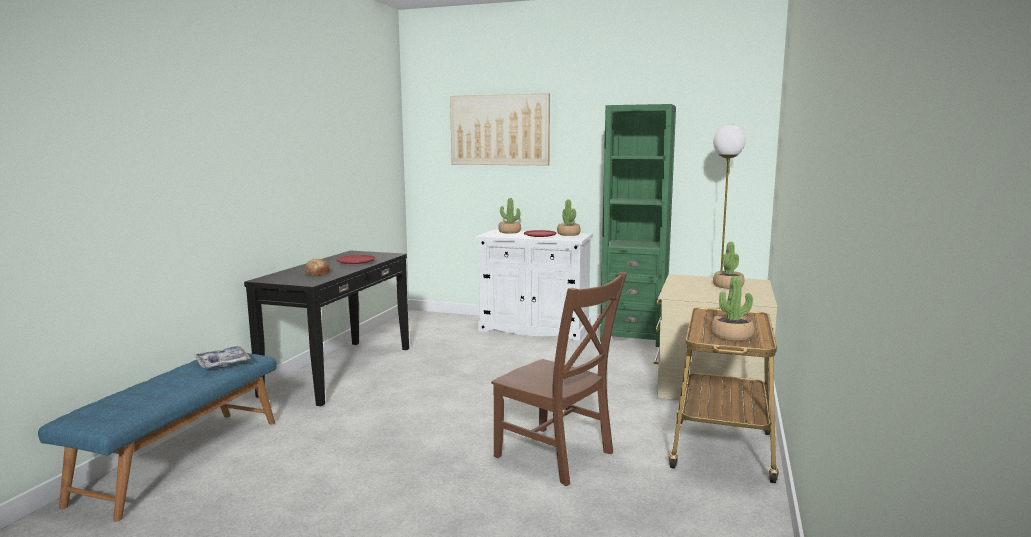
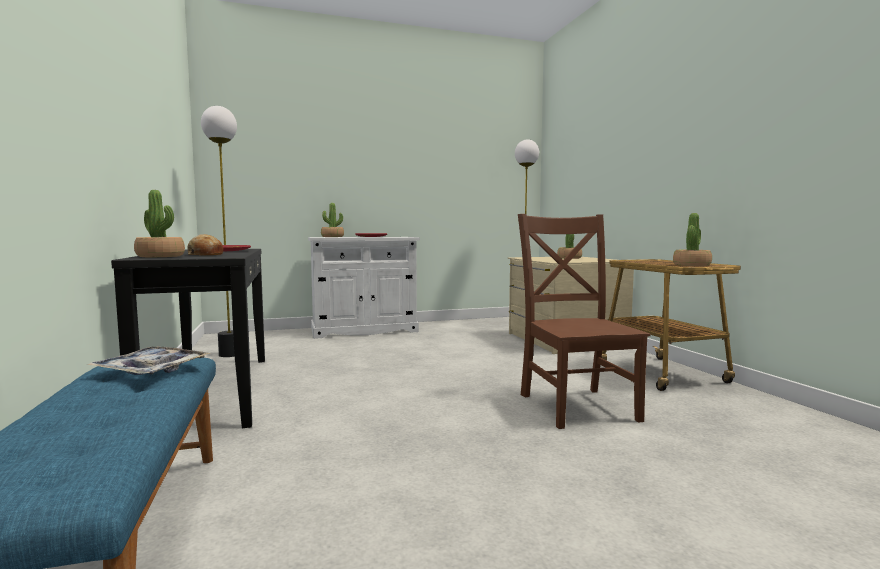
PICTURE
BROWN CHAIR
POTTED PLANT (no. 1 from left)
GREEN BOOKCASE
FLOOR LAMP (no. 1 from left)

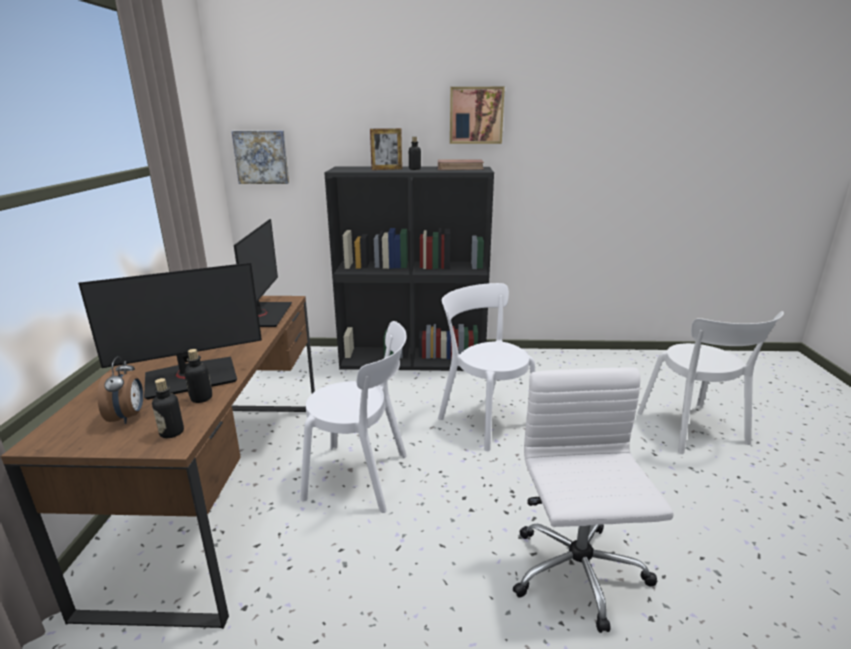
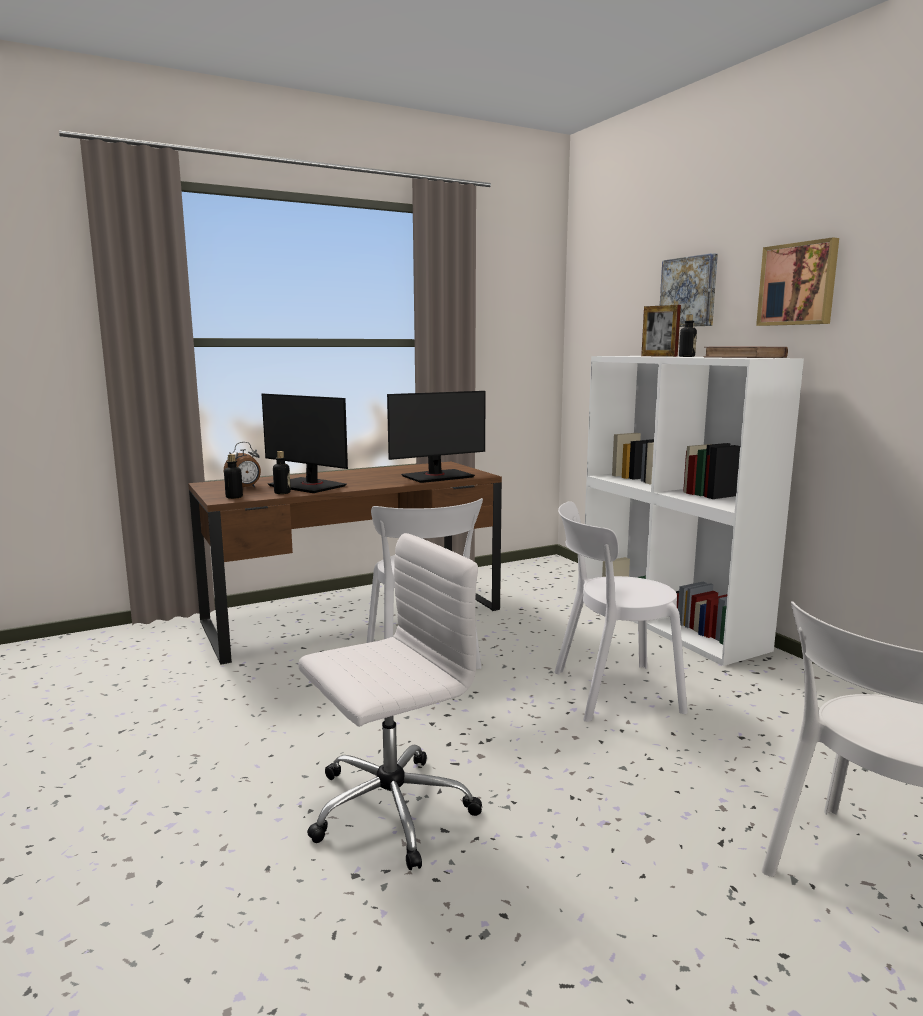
PICTURE (no. 1 from left)
WHITE BOOKCASE
WHITE CHAIR (no. 2 from left)

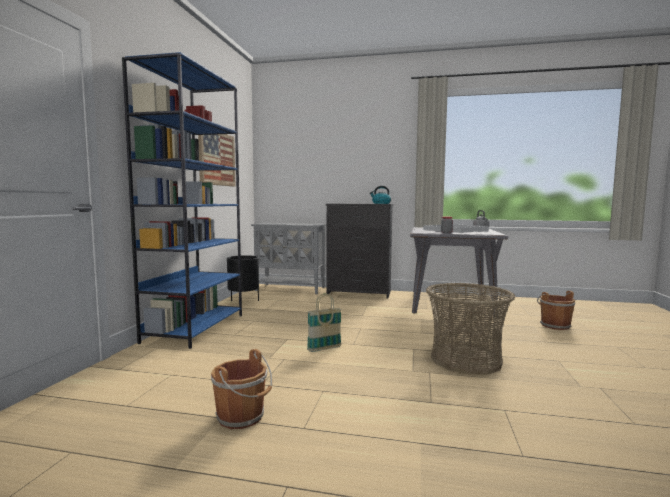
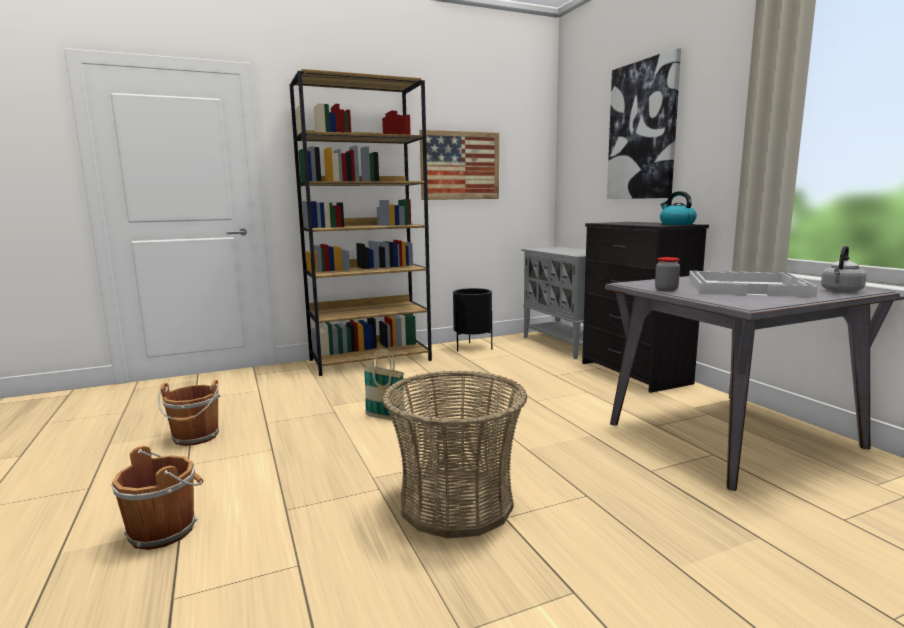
BROWN BOOKCASE
BROWN BUCKET (no. 1 from left)
PICTURE (no. 2 from left)

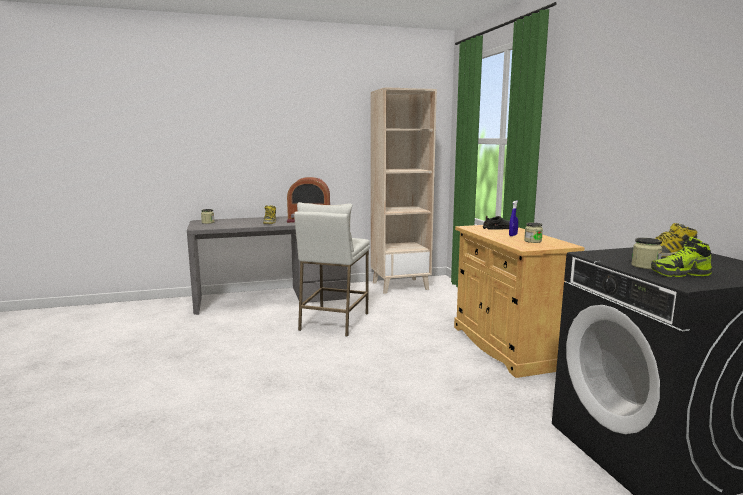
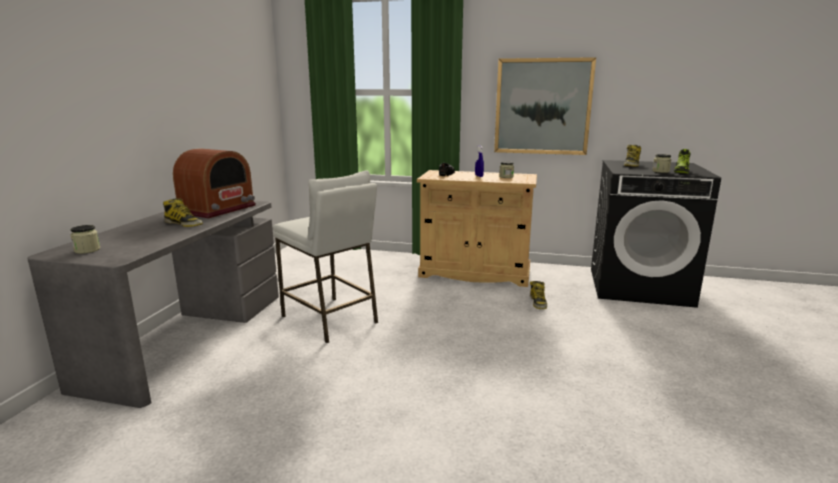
BEIGE BOOKCASE
PICTURE
BOOT (no. 2 from left)

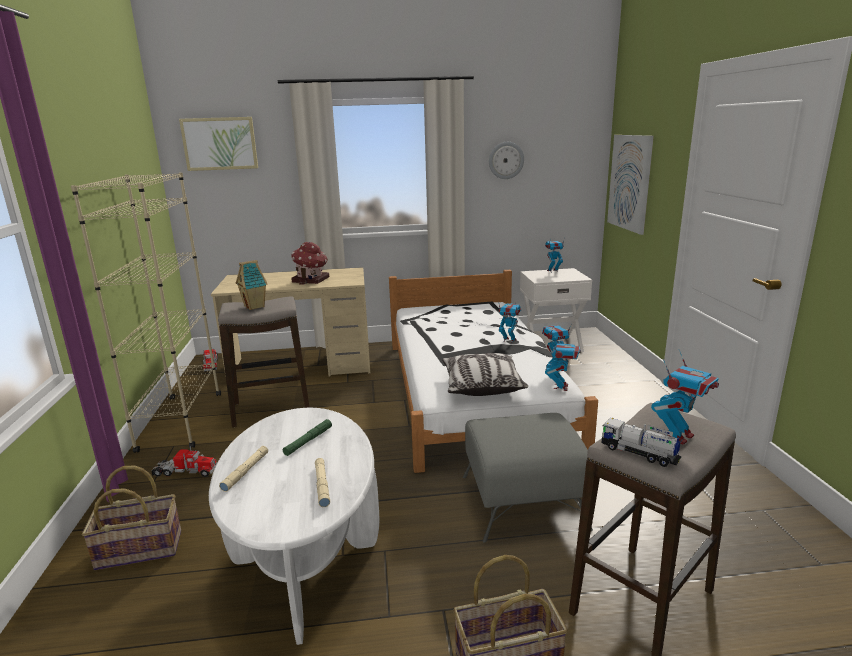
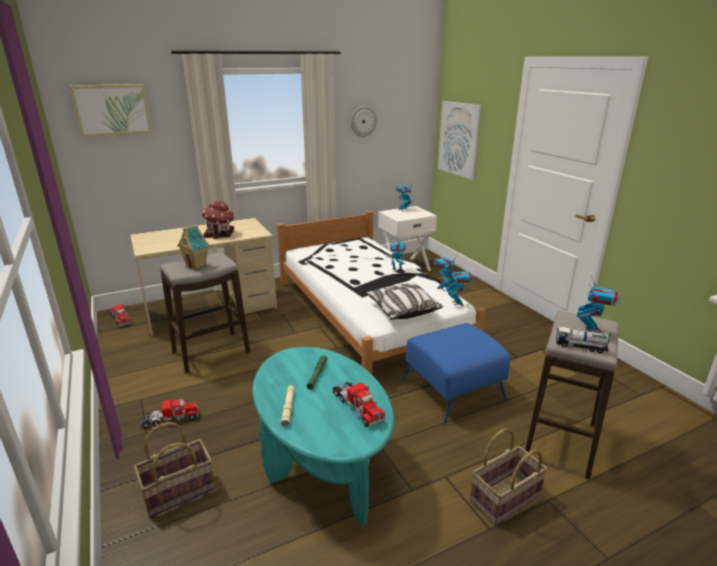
BEIGE BOOKCASE
TURQUOISE COFFEE TABLE
TOY TRUCK (no. 3 from left)
BLUE OTTOMAN

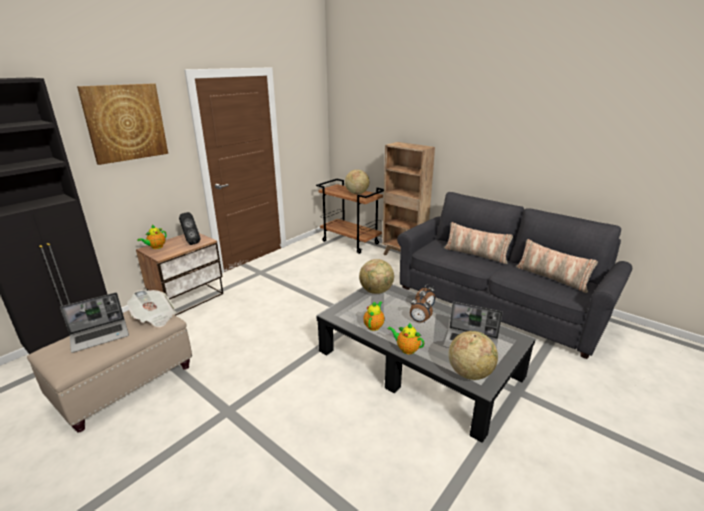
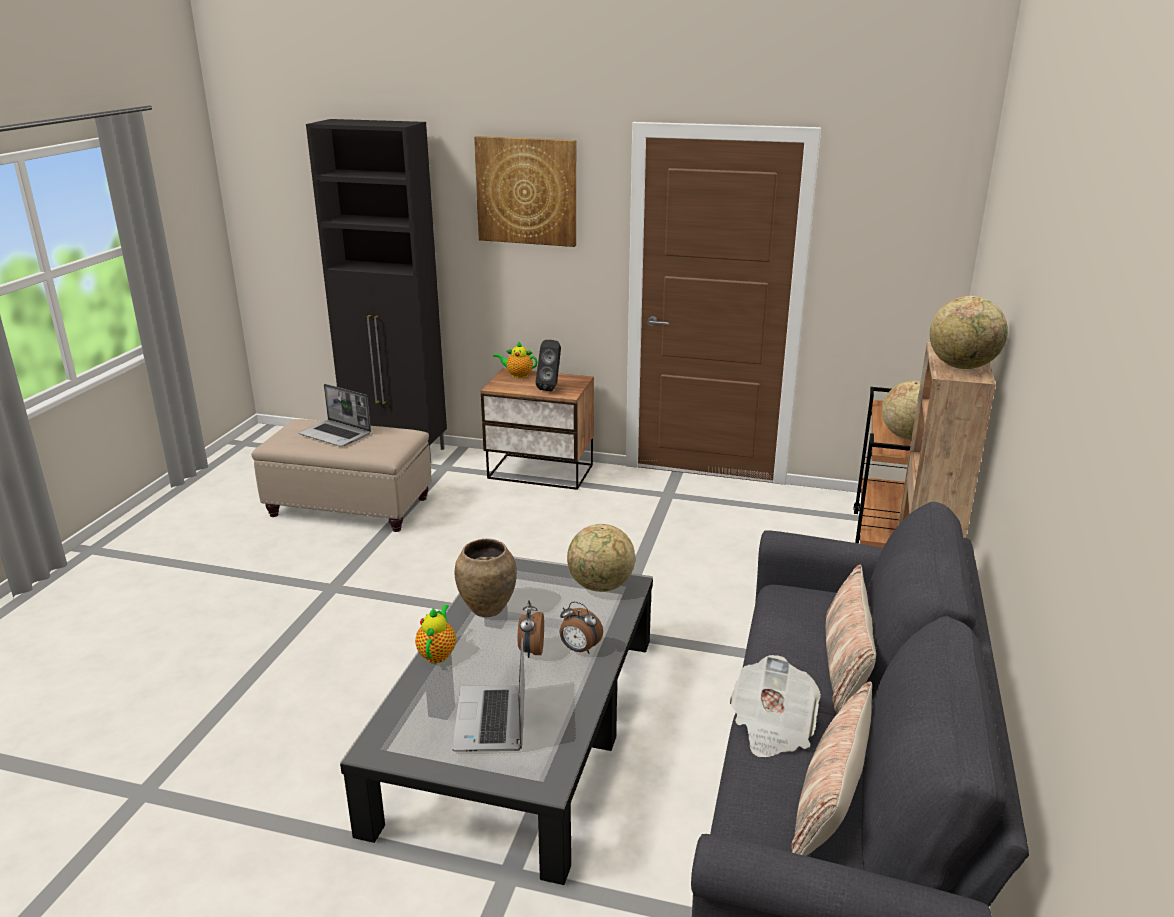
NEWSPAPER
BROWN VASE
GLOBE (no. 3 from left)

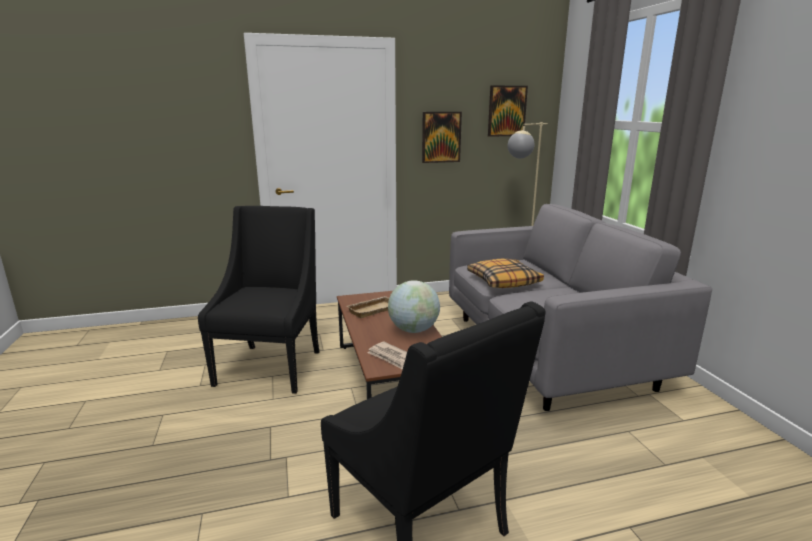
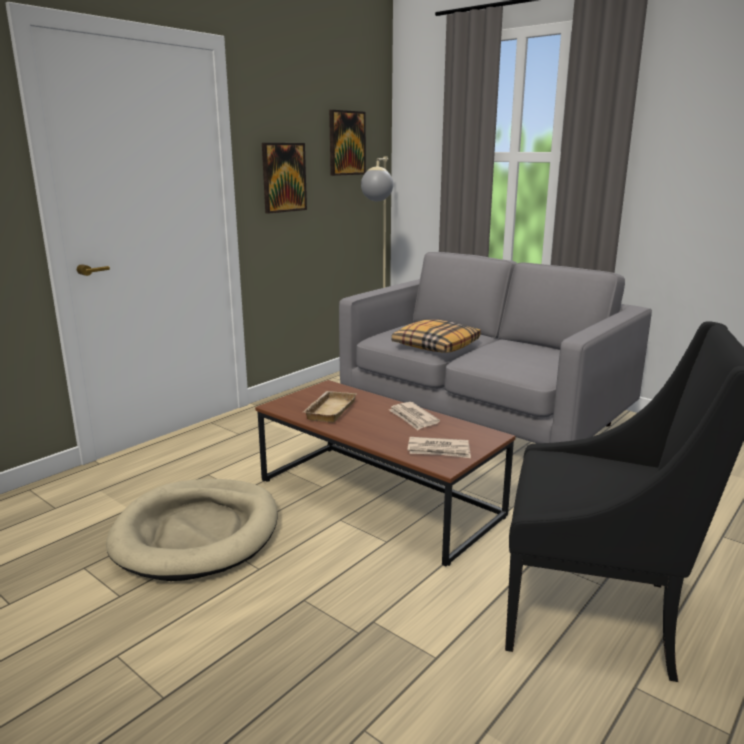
BEIGE DOG BED
NEWSPAPER (no. 1 from left)

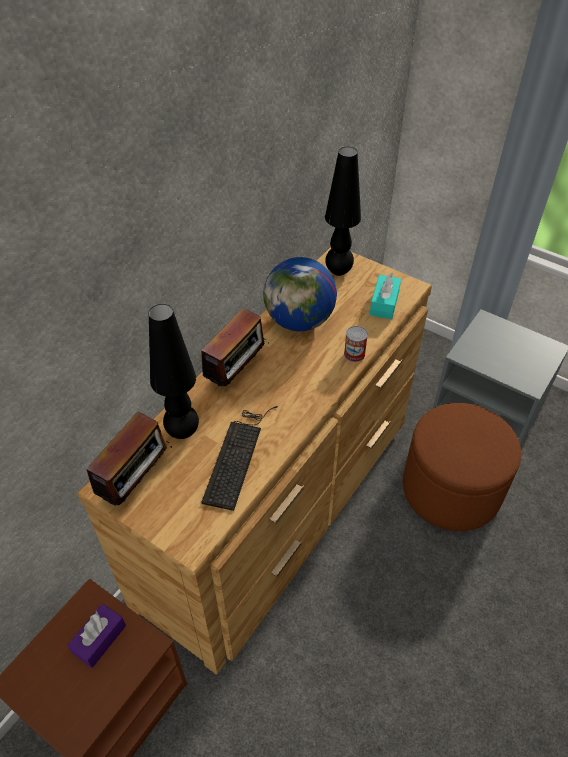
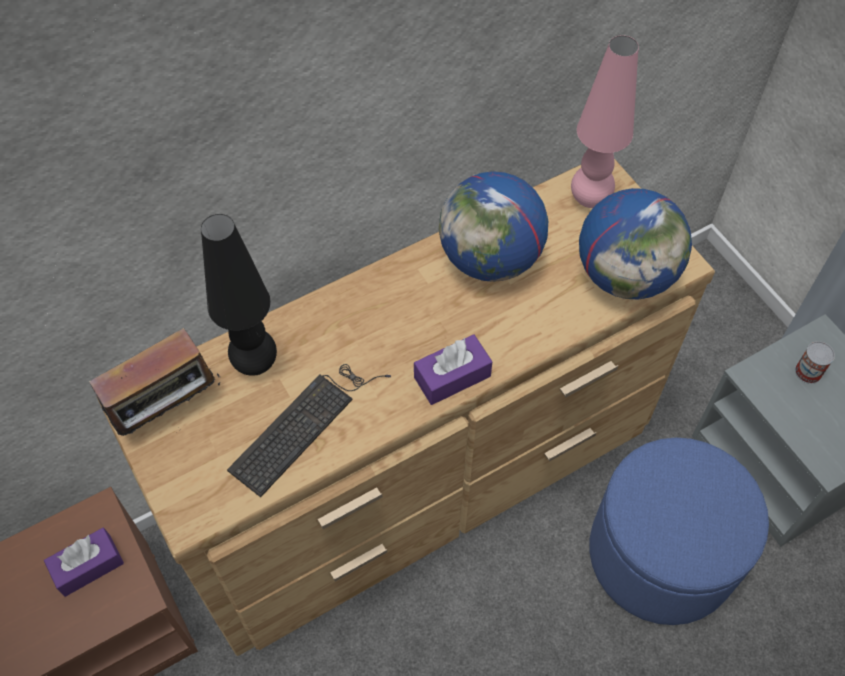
RADIO (no. 2 from left in the first image)
PINK TABLE LAMP
CAN
GLOBE (no. 2 from left)
BLUE OTTOMAN
PURPLE TISSUE BOX (no. 2 from left)

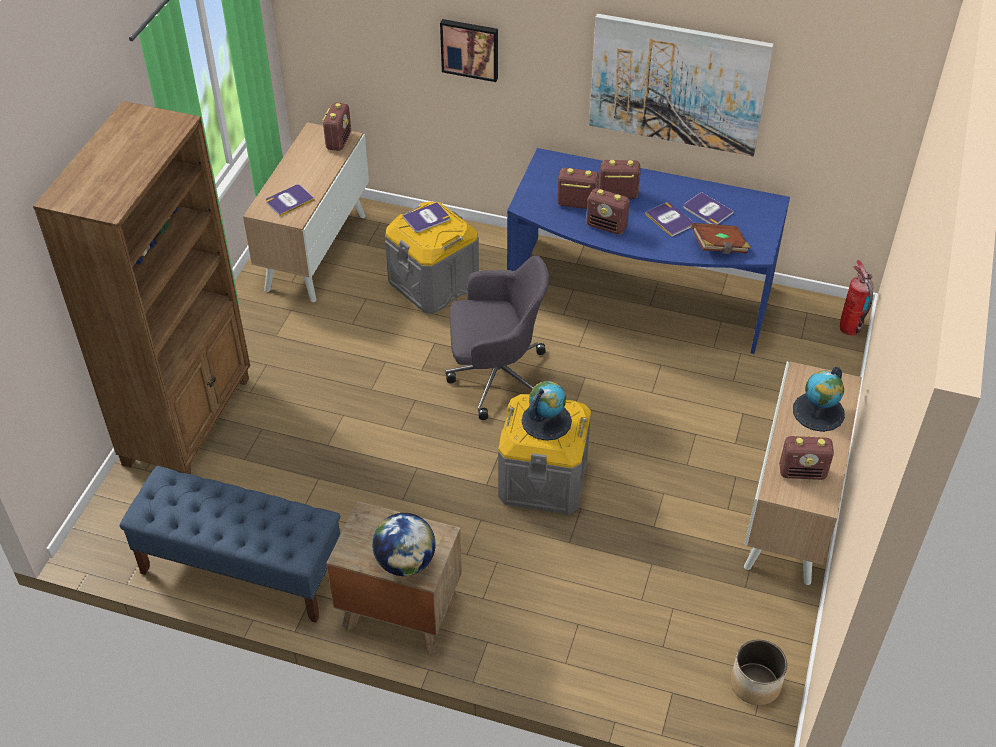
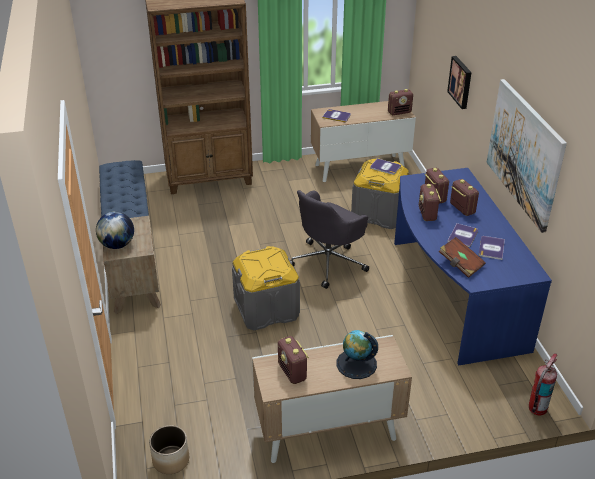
GREY OFFICE CHAIR
GLOBE (no. 2 from left in the first image)

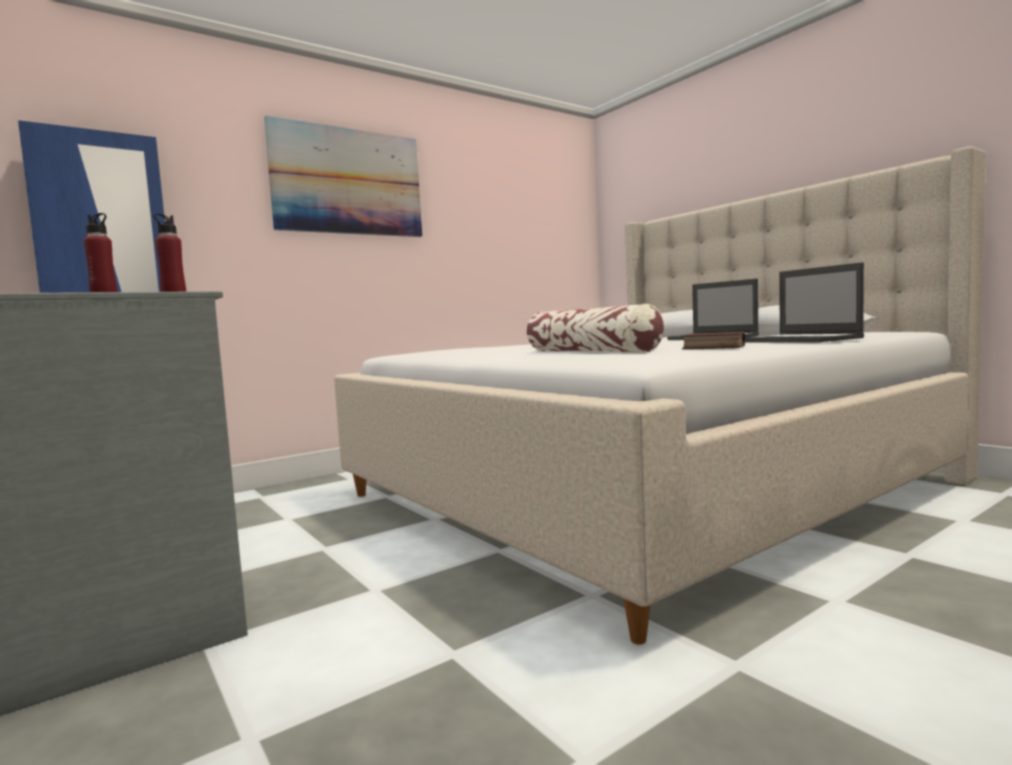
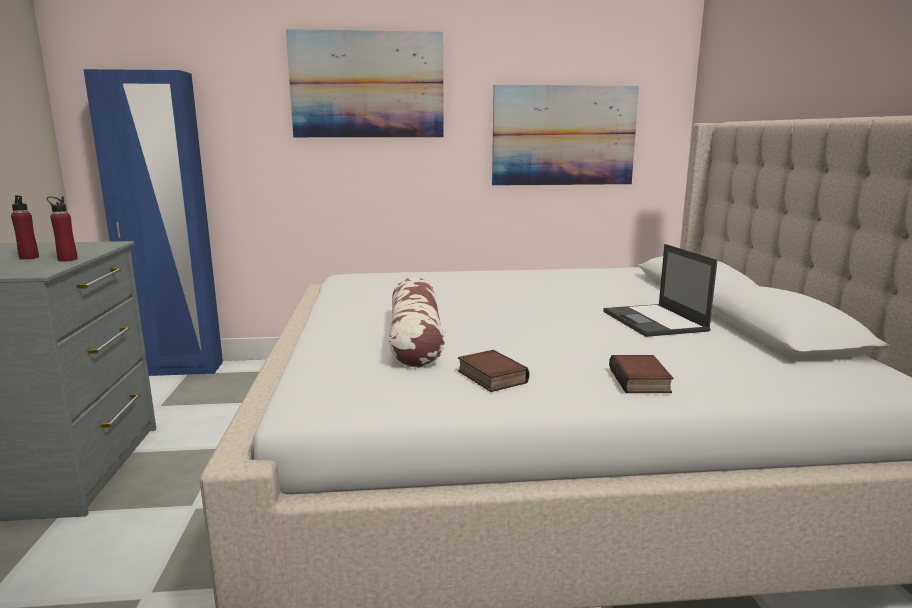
BOOK (no. 2 from left)
PICTURE (no. 2 from left)

